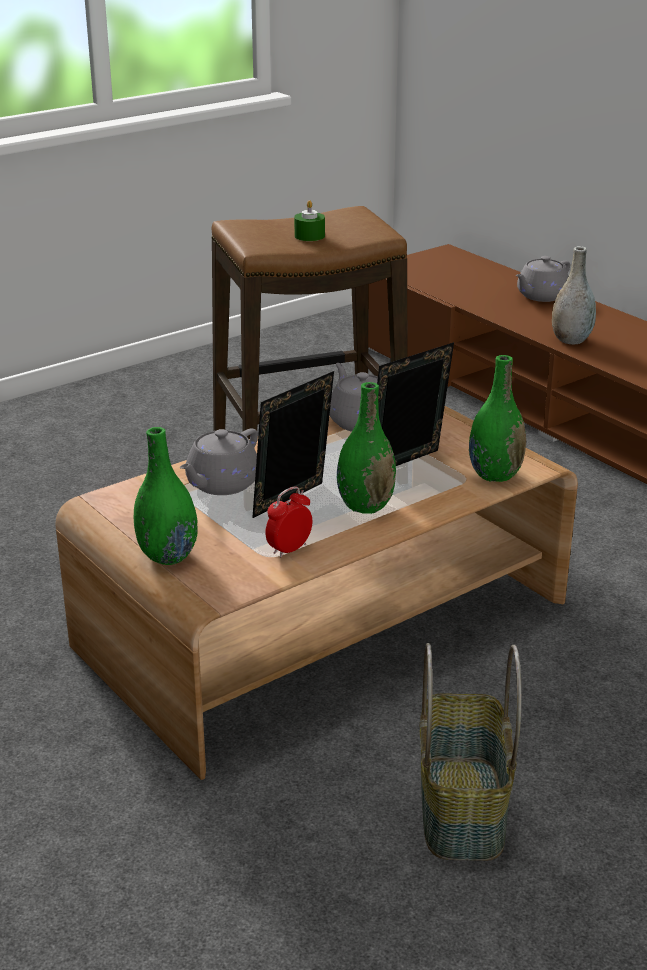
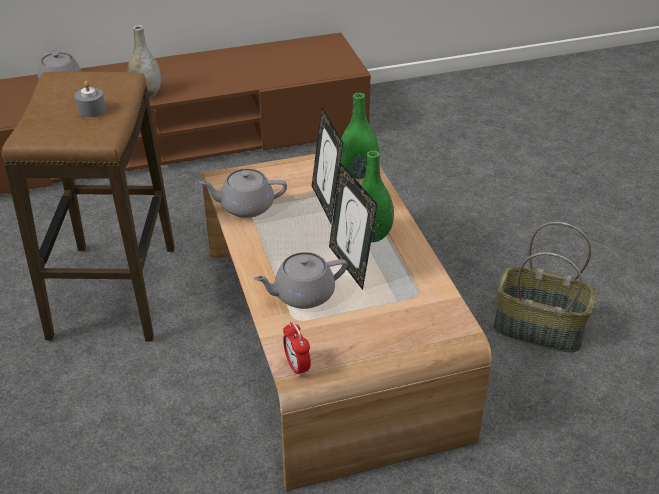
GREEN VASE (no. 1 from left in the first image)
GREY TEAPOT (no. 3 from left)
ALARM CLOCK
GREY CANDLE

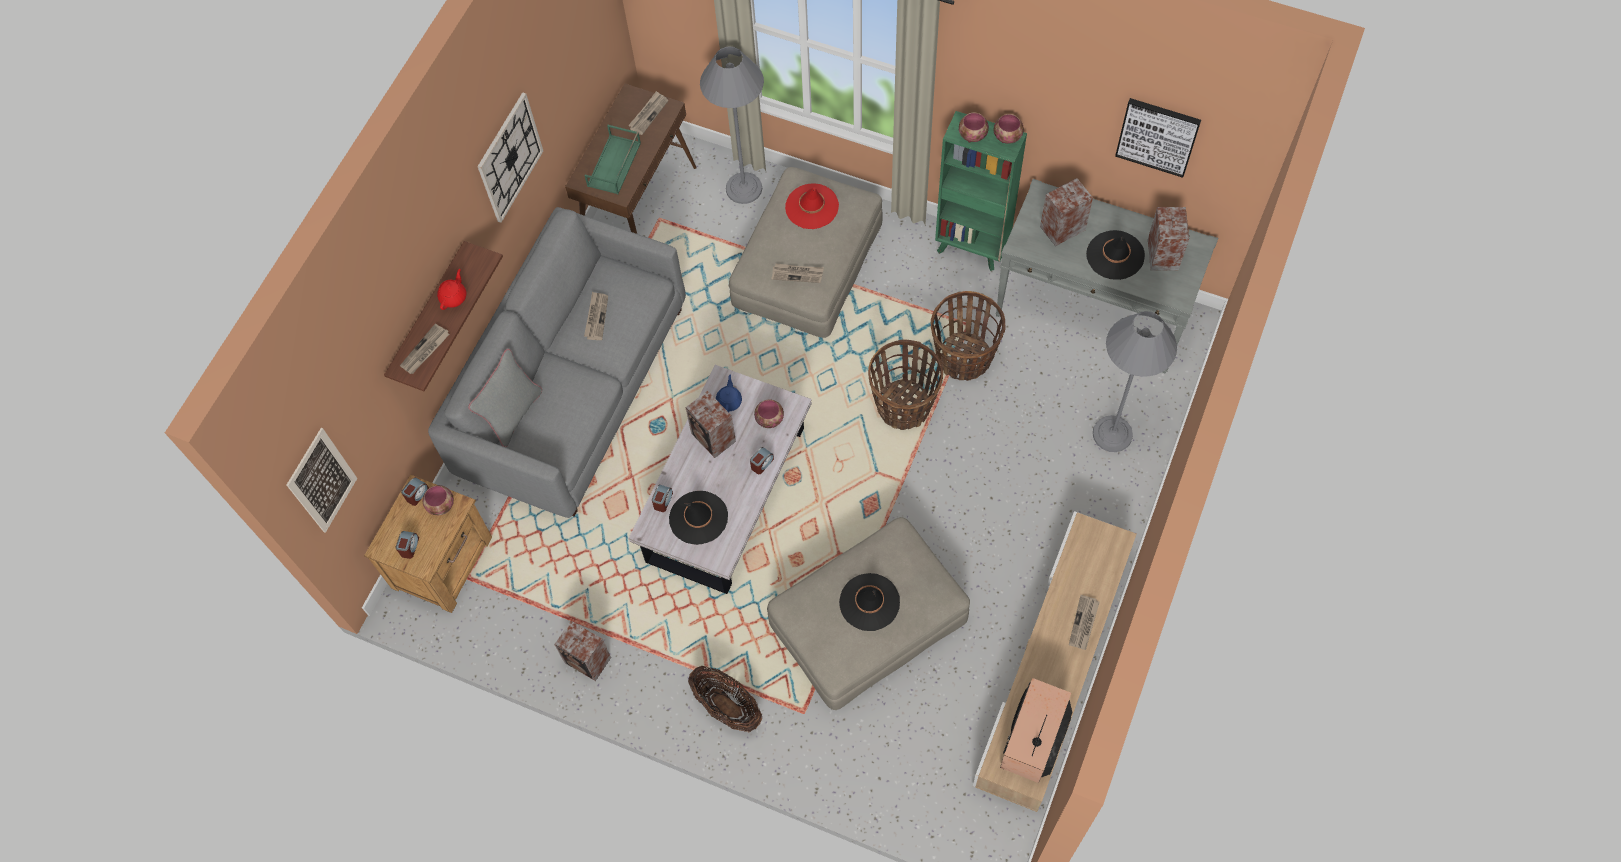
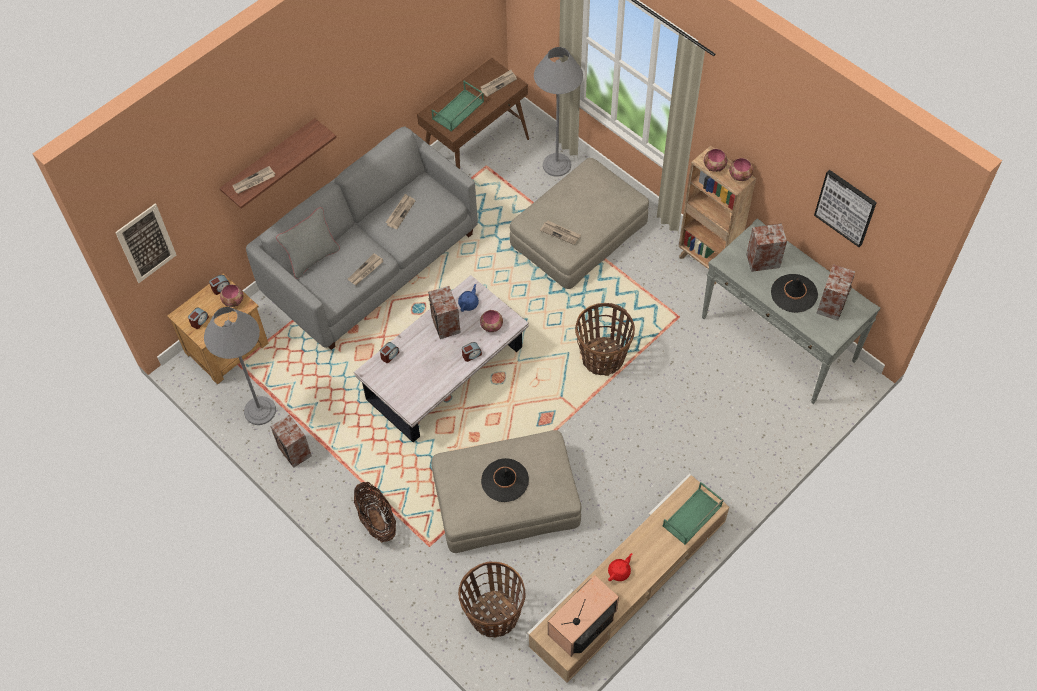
RED TEAPOT
WALL CLOCK
BLACK HAT (no. 1 from left in the first image)
RED HAT
BASKET (no. 2 from left)
BROWN BOOKCASE
NEWSPAPER (no. 2 from left)
GREY FLOOR LAMP (no. 1 from left)
GREEN TRAY (no. 2 from left)

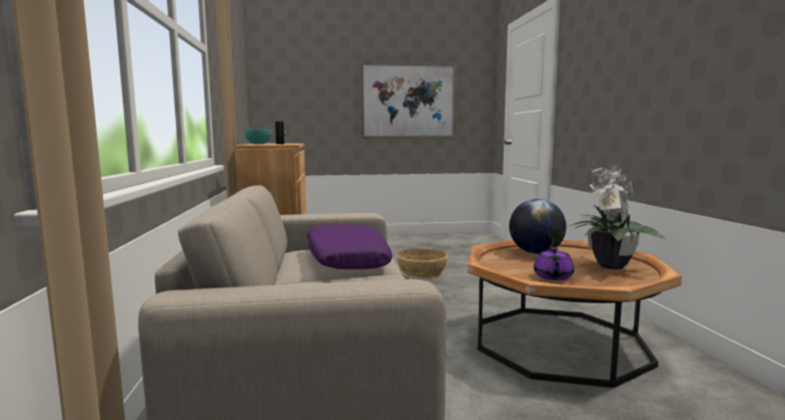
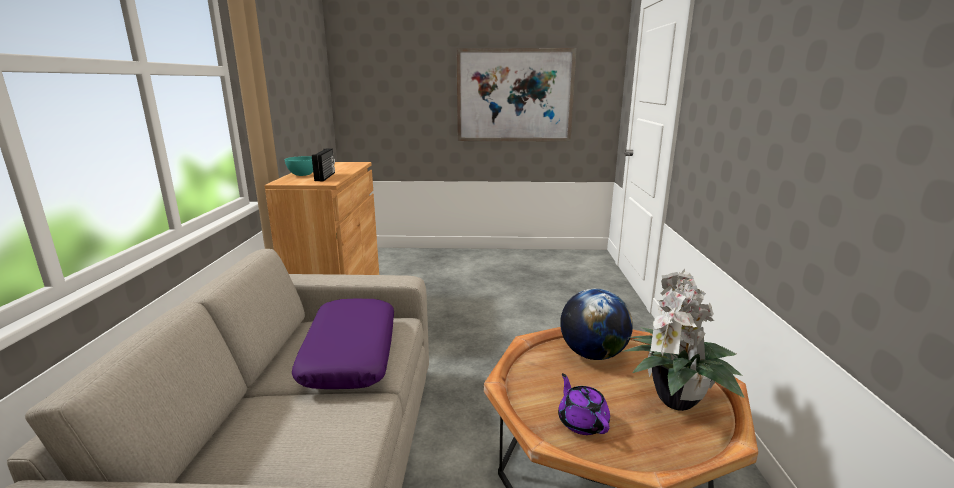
BASKET
PURPLE TEAPOT

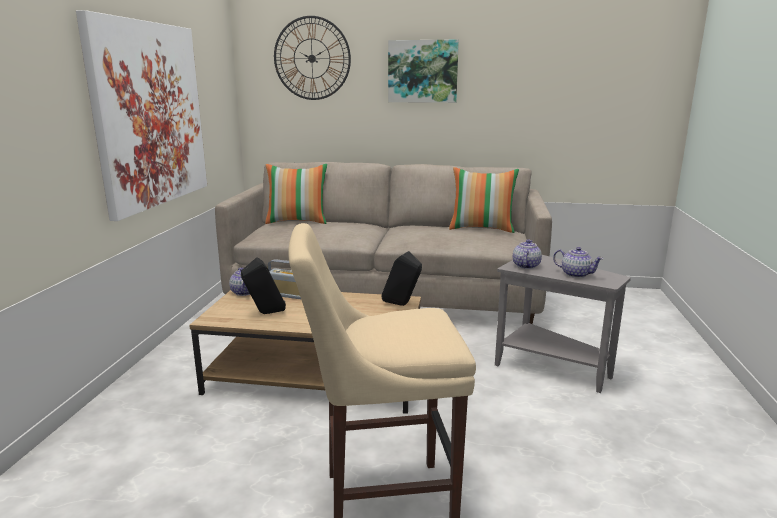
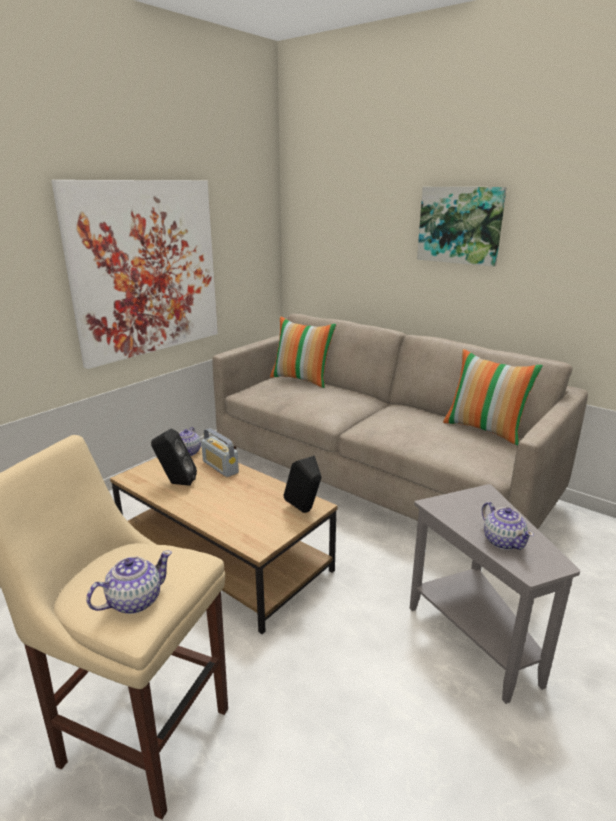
WALL CLOCK
TEAPOT (no. 1 from left)

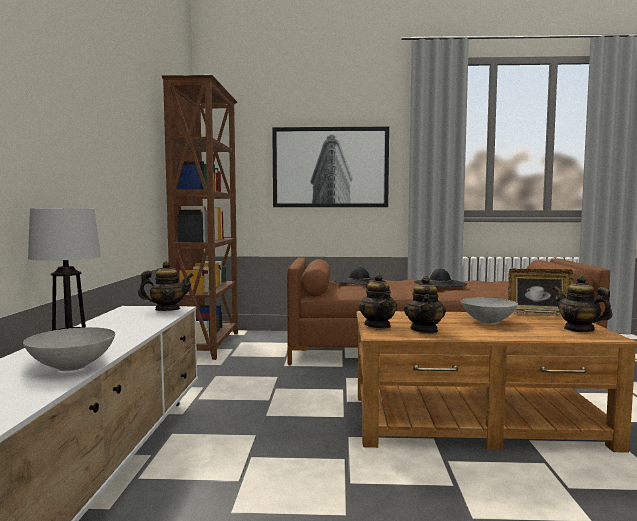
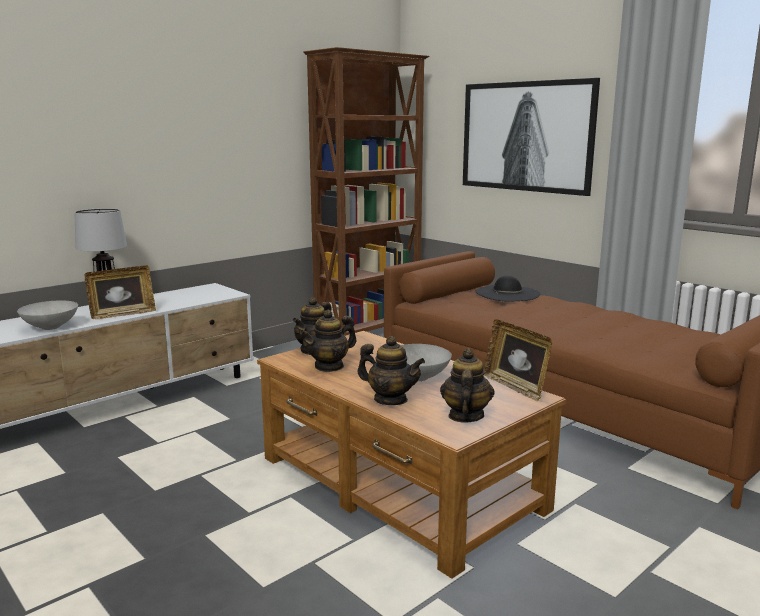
TEAPOT (no. 3 from left)
BLACK HAT (no. 2 from left in the first image)
PICTURE FRAME (no. 1 from left)

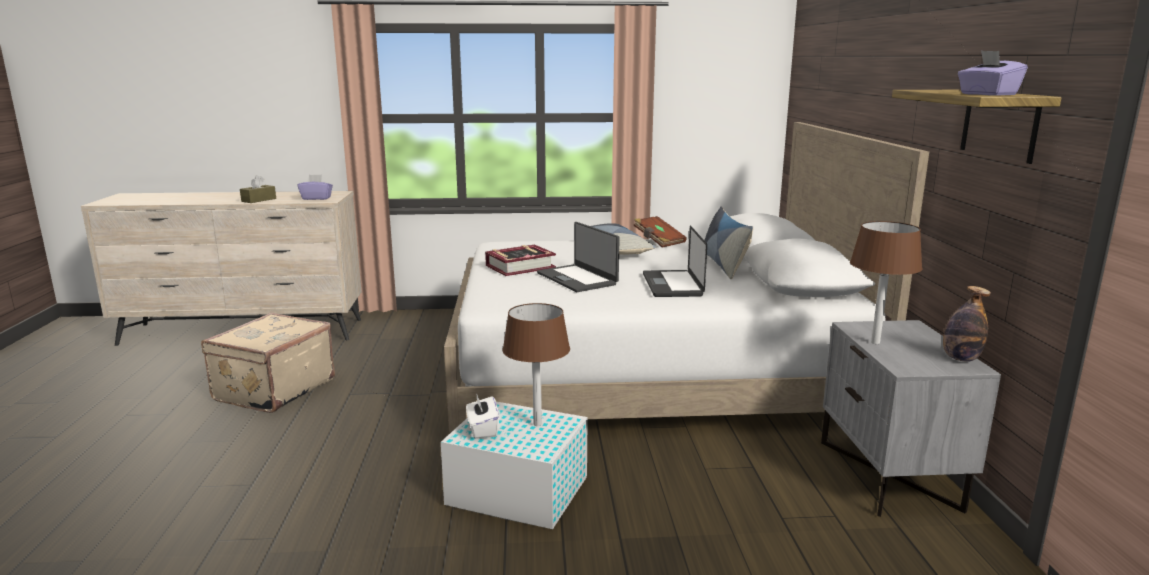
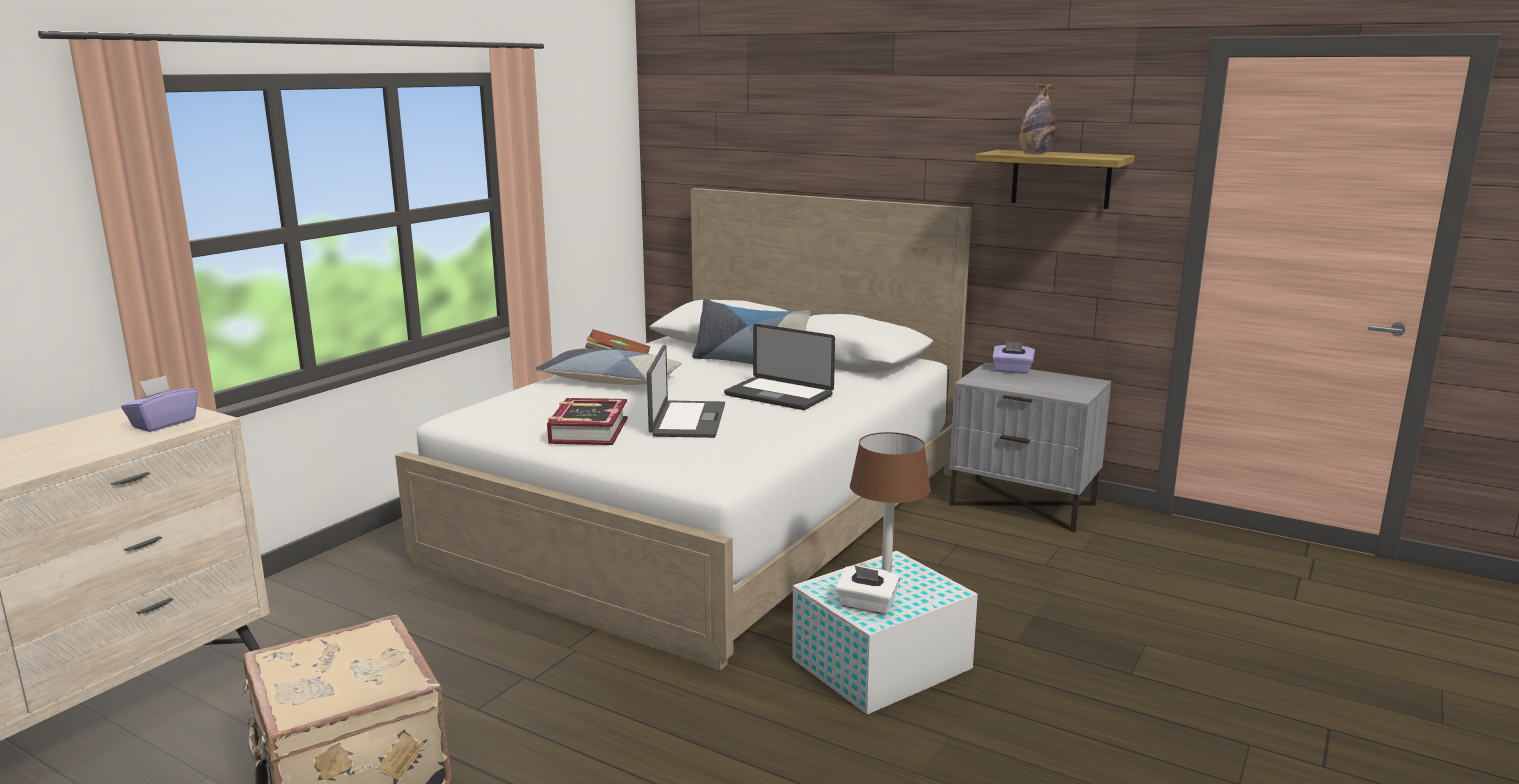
BROWN TISSUE BOX
LAPTOP (no. 1 from left)
BROWN TABLE LAMP (no. 2 from left in the first image)
BOTTLE
PURPLE TISSUE BOX (no. 2 from left)

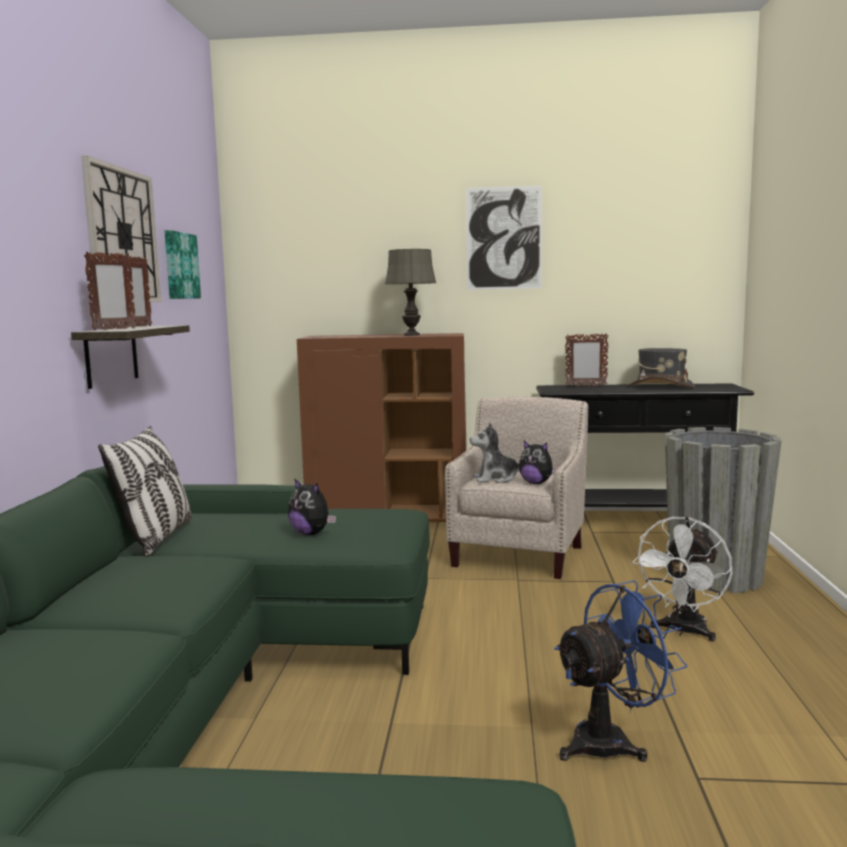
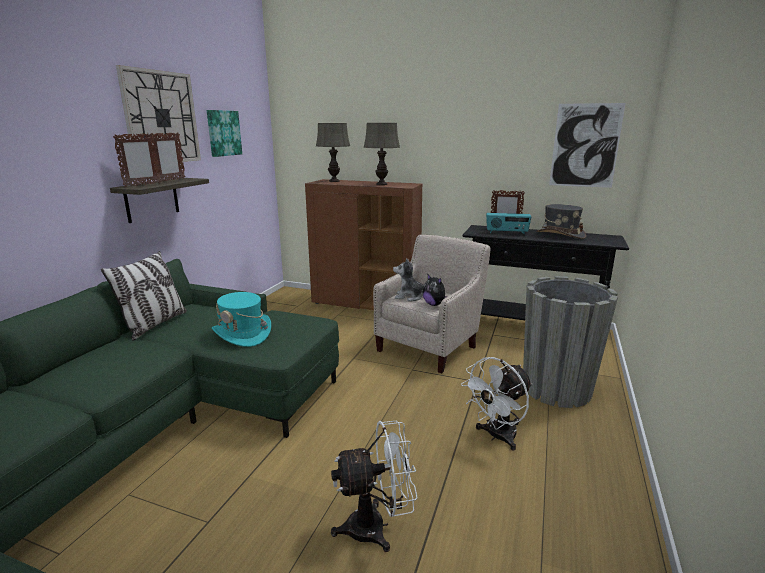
TURQUOISE HAT
PICTURE (no. 2 from left)
WHITE FAN (no. 1 from left)
GREY TABLE LAMP (no. 1 from left)
RADIO

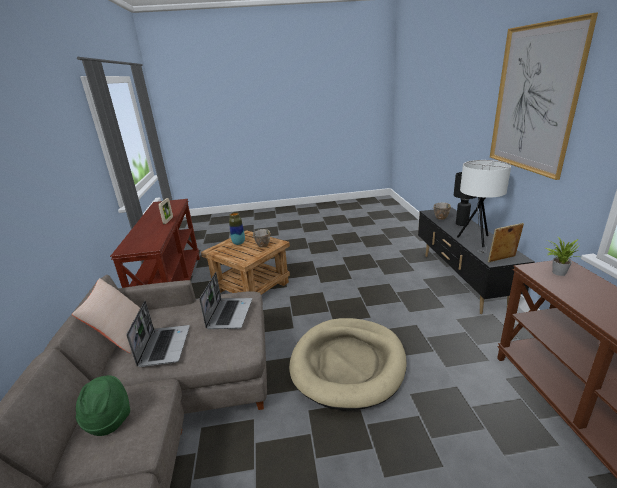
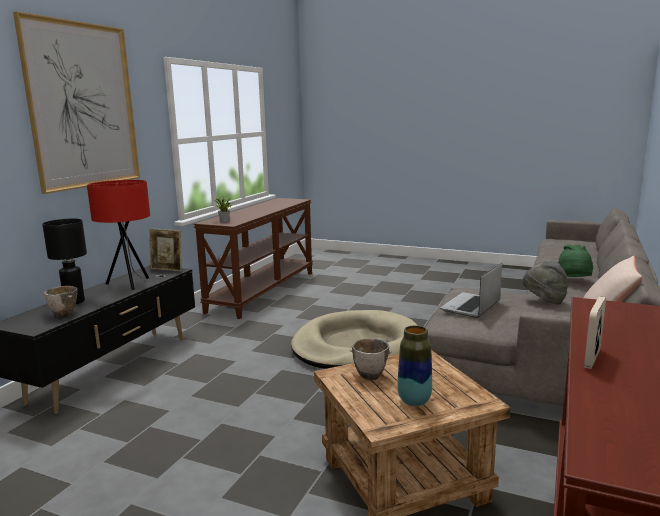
GREY HAT
RED TABLE LAMP

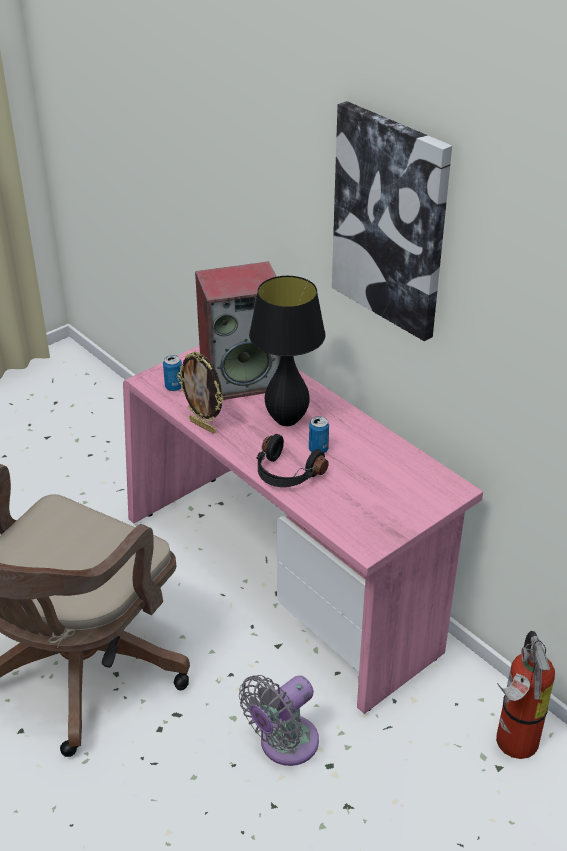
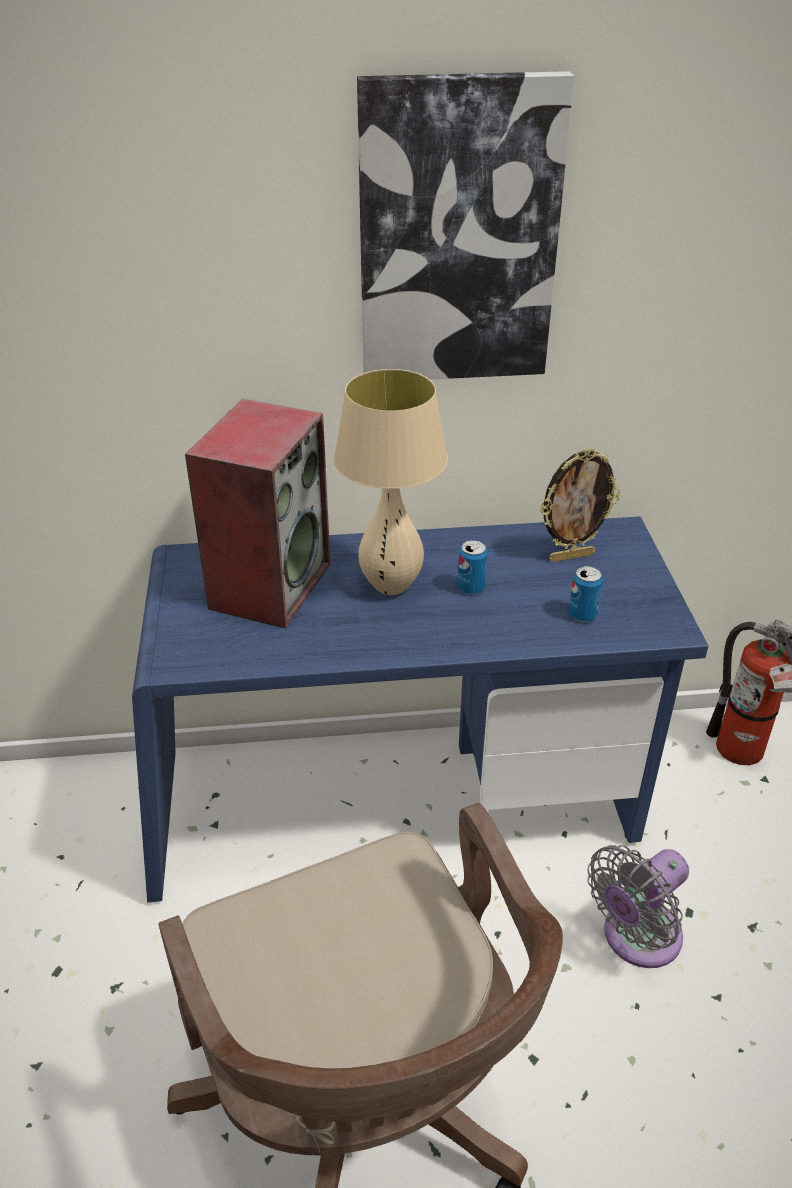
BLUE DESK
CAN (no. 2 from left)
PICTURE FRAME
GREY FAN
BEIGE TABLE LAMP
BLACK HEADPHONES

